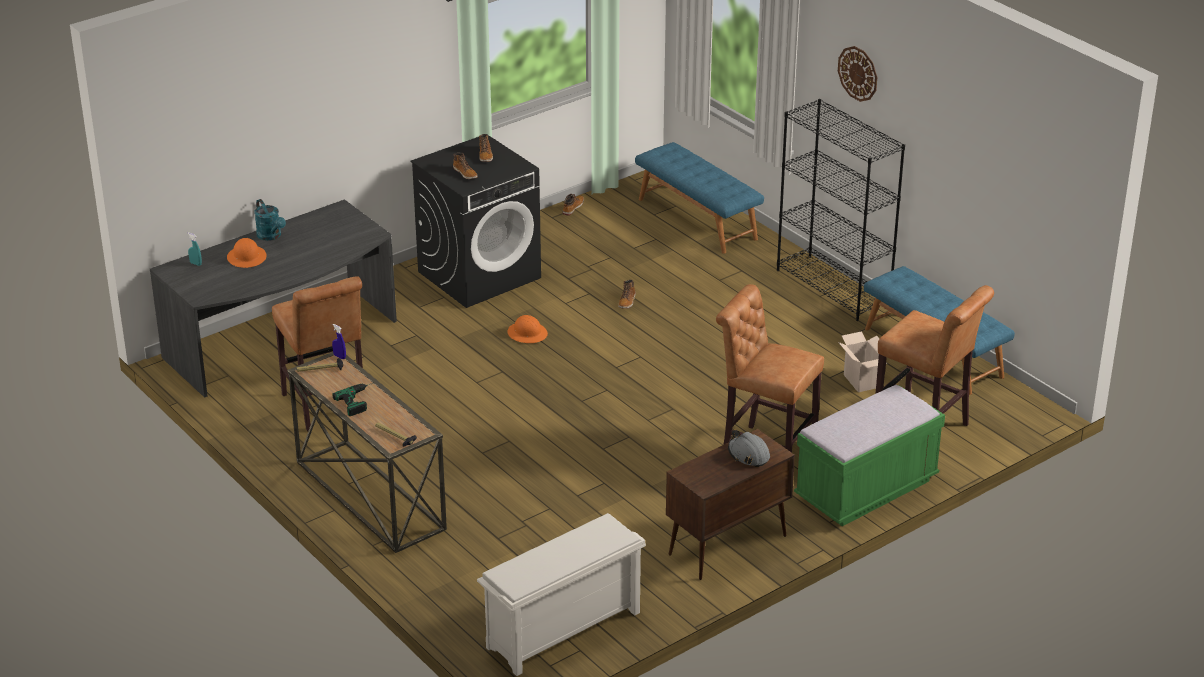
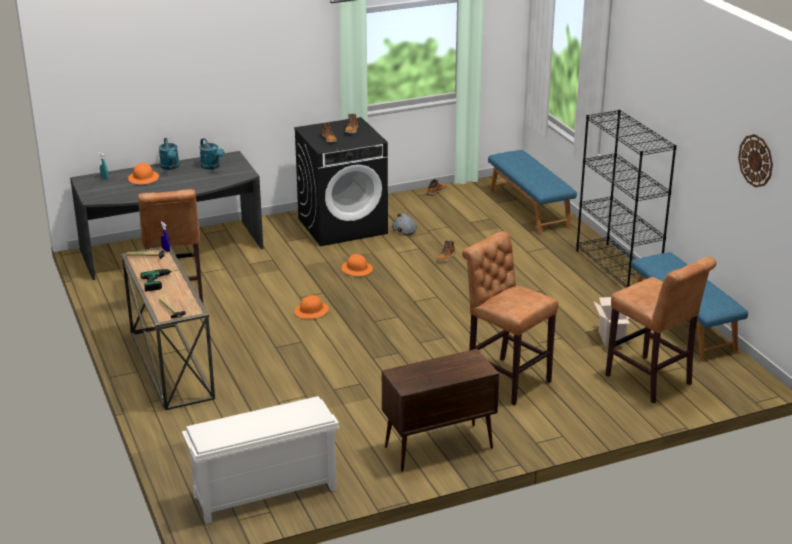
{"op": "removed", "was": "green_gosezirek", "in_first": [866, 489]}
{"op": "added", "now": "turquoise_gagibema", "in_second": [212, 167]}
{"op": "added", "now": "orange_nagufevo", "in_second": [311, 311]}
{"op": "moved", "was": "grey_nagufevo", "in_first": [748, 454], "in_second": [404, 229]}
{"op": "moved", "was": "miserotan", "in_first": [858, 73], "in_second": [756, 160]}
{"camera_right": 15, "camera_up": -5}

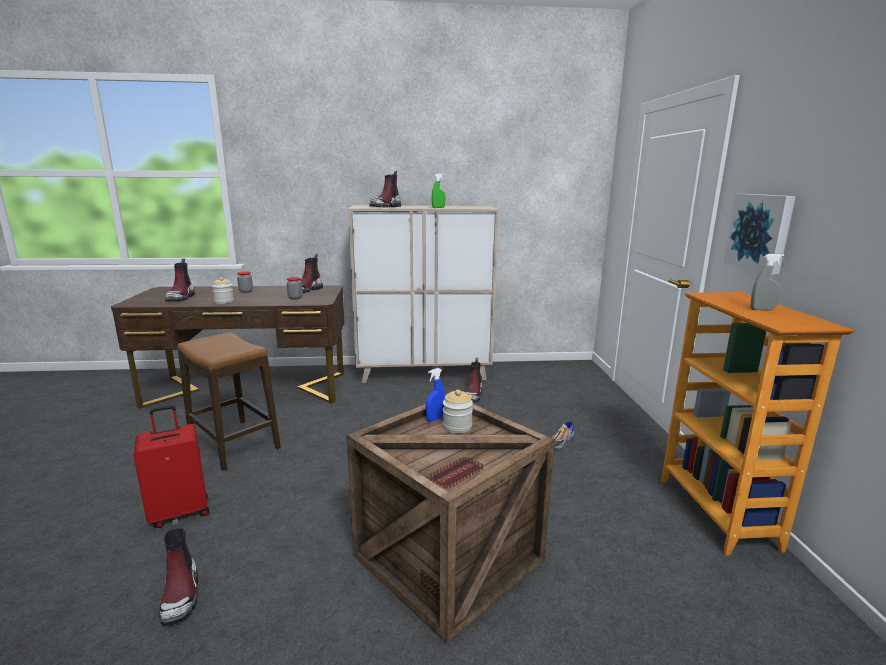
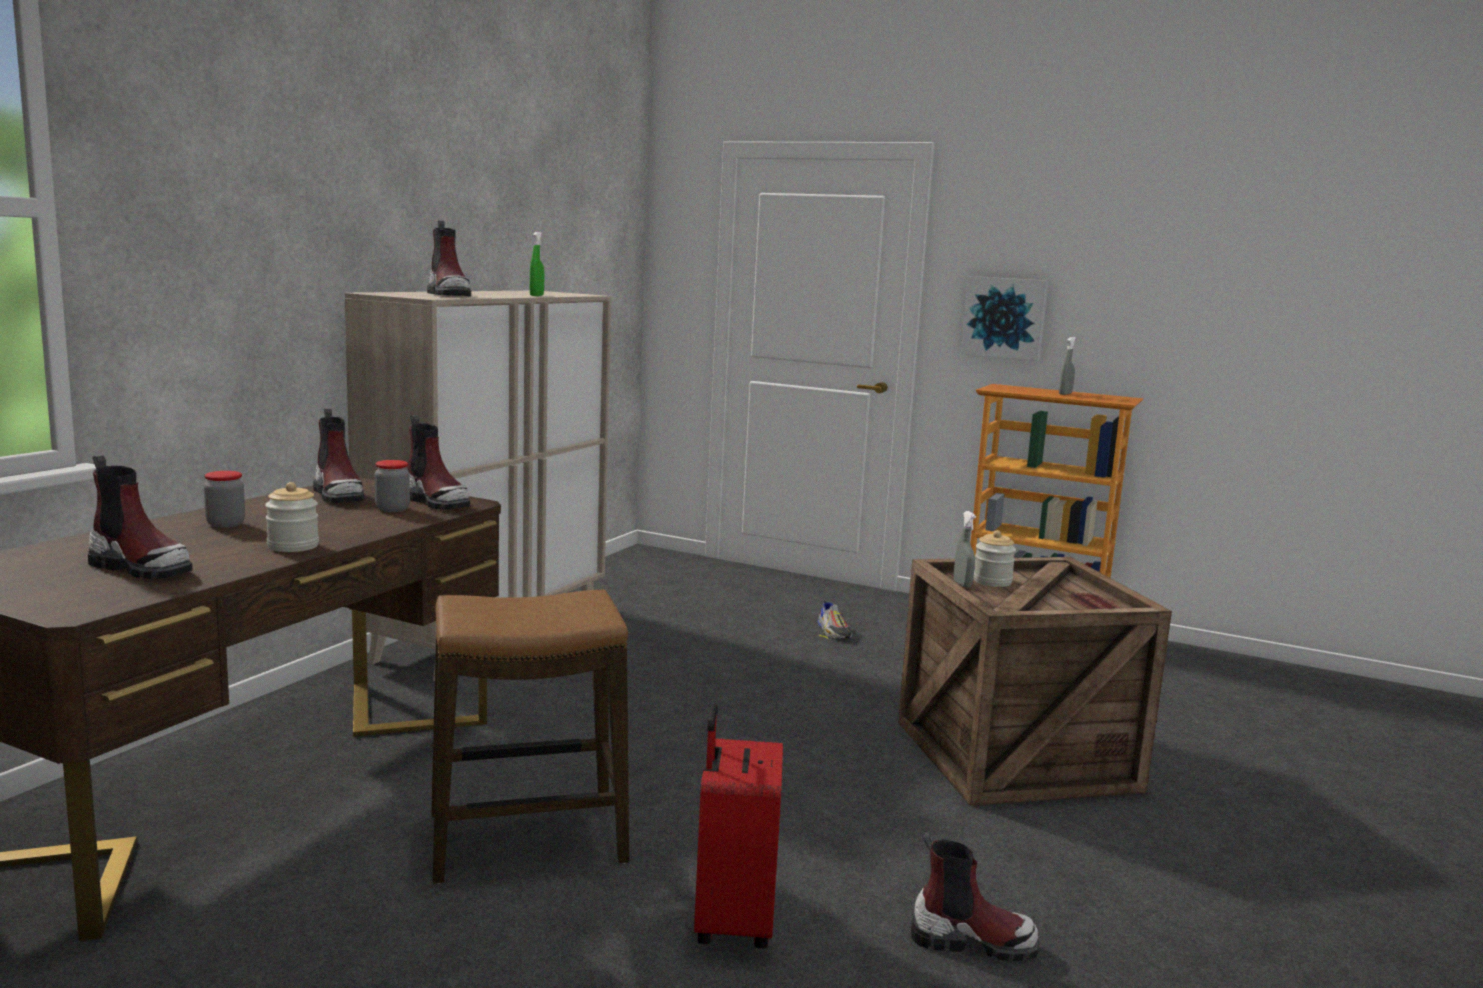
{"op": "moved", "was": "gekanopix", "in_first": [473, 395], "in_second": [437, 502]}
{"op": "recoloured", "was": "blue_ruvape", "now": "grey_ruvape", "in_first": [435, 419], "in_second": [962, 584]}
{"camera_right": -60, "camera_up": -5}

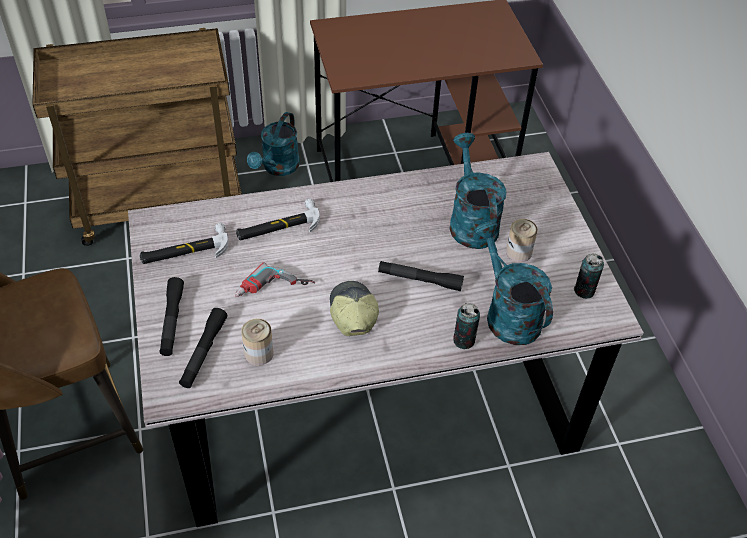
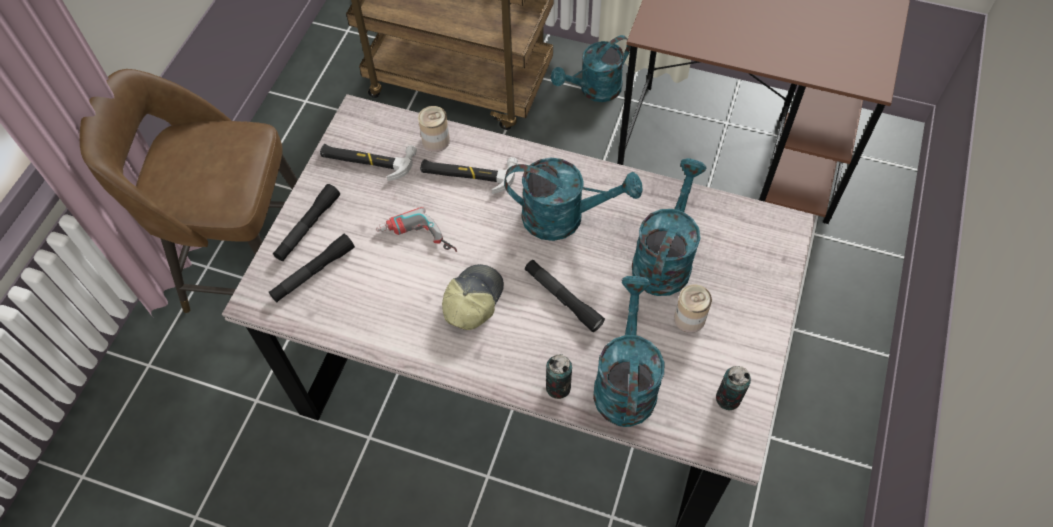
{"op": "added", "now": "turquoise_gagibema", "in_second": [564, 217]}
{"op": "moved", "was": "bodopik", "in_first": [259, 353], "in_second": [436, 140]}
{"camera_right": 35, "camera_up": 10}

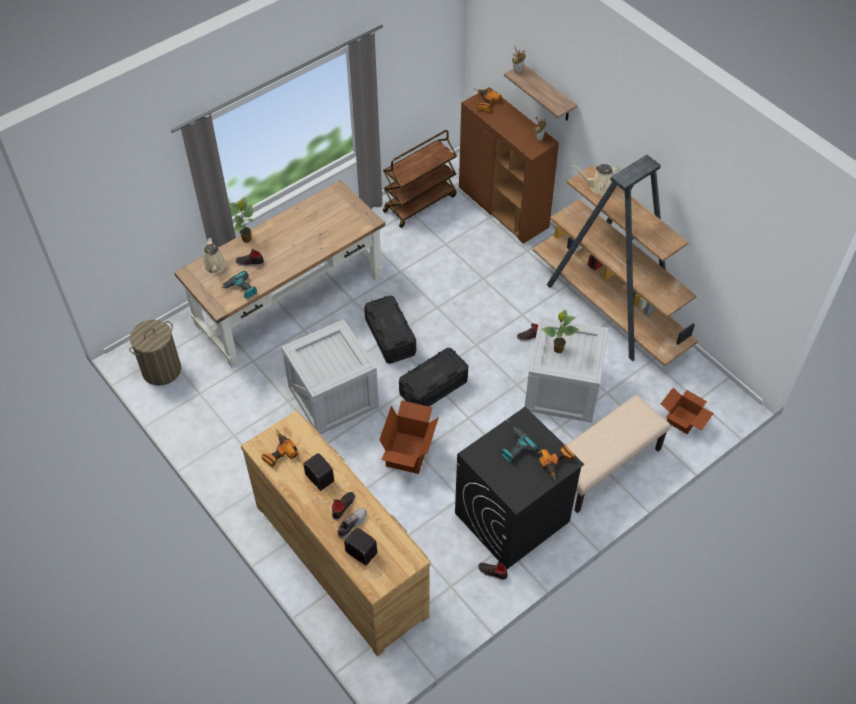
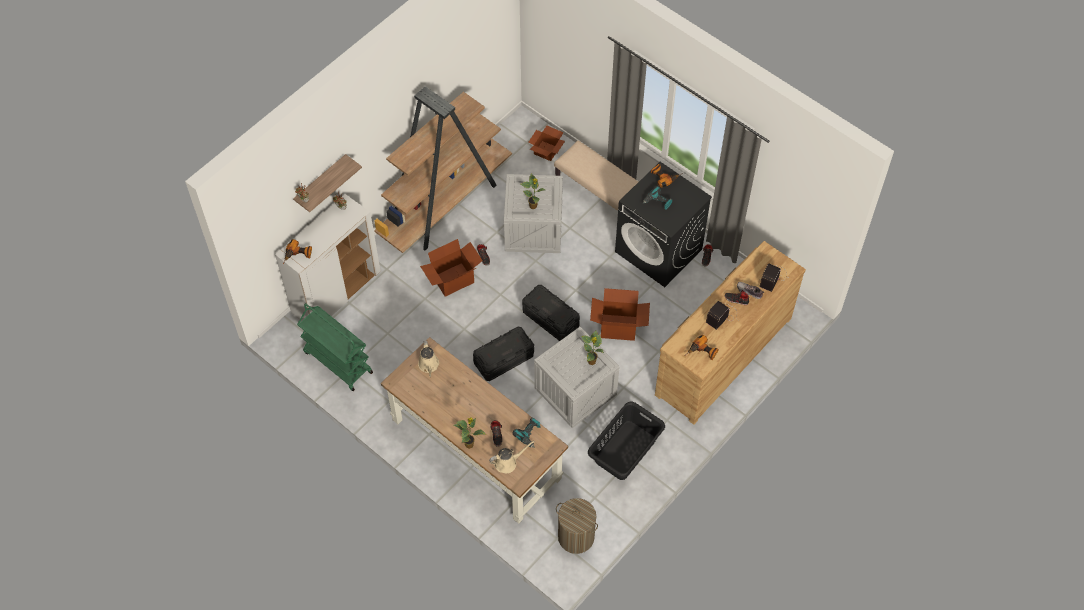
{"op": "added", "now": "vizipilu", "in_second": [453, 280]}
{"op": "added", "now": "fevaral", "in_second": [592, 362]}
{"op": "added", "now": "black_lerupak", "in_second": [624, 450]}
{"op": "moved", "was": "beige_gagibema", "in_first": [599, 187], "in_second": [429, 365]}
{"op": "recoloured", "was": "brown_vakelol", "now": "green_vakelol", "in_first": [420, 203], "in_second": [337, 362]}
{"op": "recoloured", "was": "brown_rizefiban", "now": "white_rizefiban", "in_first": [504, 208], "in_second": [336, 292]}
{"camera_right": -100, "camera_up": 5}

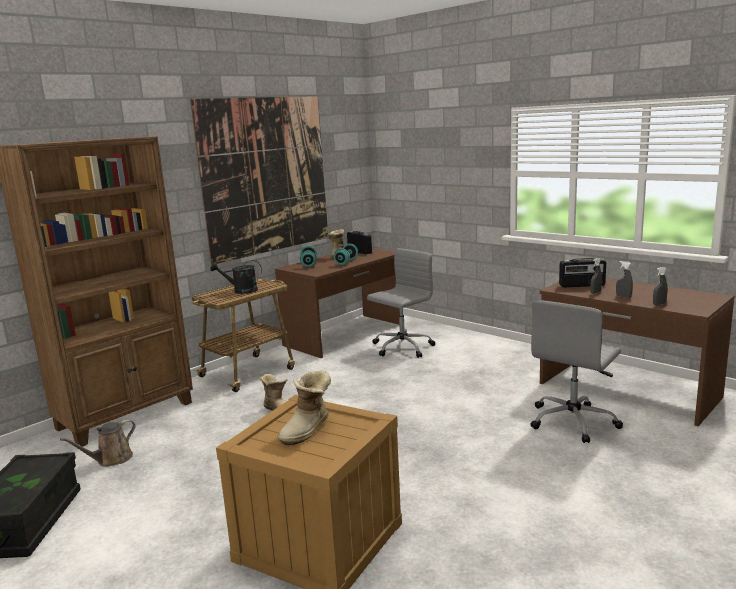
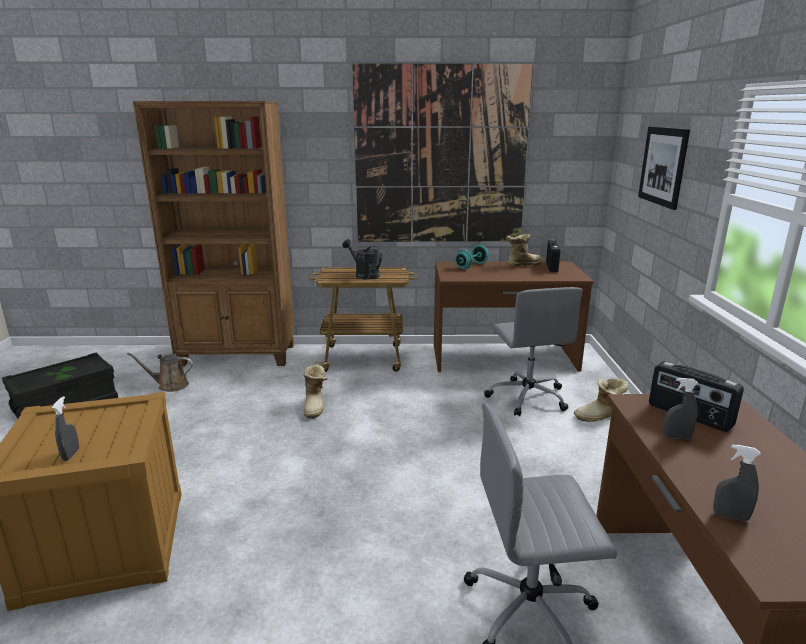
{"op": "removed", "was": "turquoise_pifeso", "in_first": [346, 262]}
{"op": "added", "now": "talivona", "in_second": [663, 166]}
{"op": "moved", "was": "gekanopix", "in_first": [308, 430], "in_second": [600, 416]}
{"op": "moved", "was": "grey_ruvape", "in_first": [623, 297], "in_second": [70, 455]}
{"op": "turned", "was": "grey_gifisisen", "in_first": [401, 348], "in_second": [527, 397], "clockwise": 75}
{"camera_right": 45, "camera_up": 5}

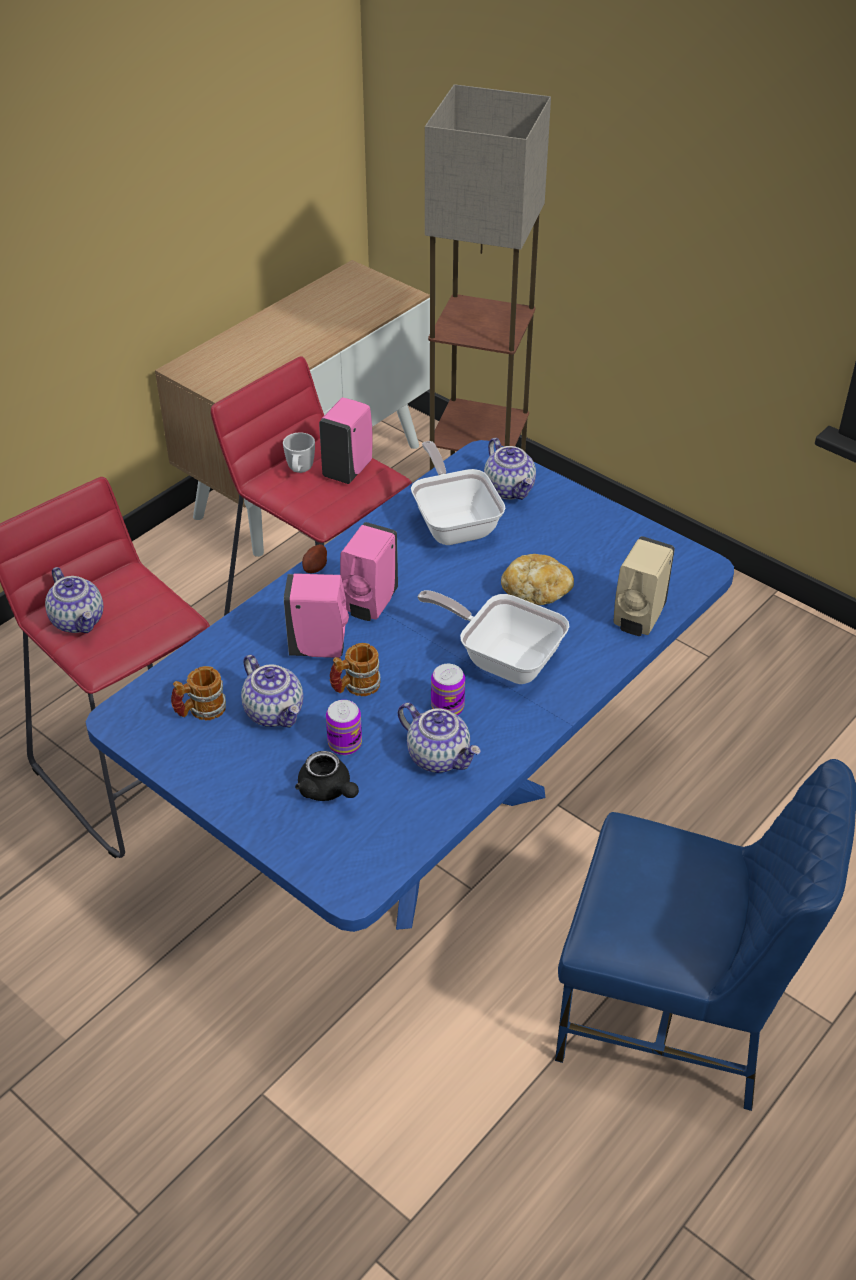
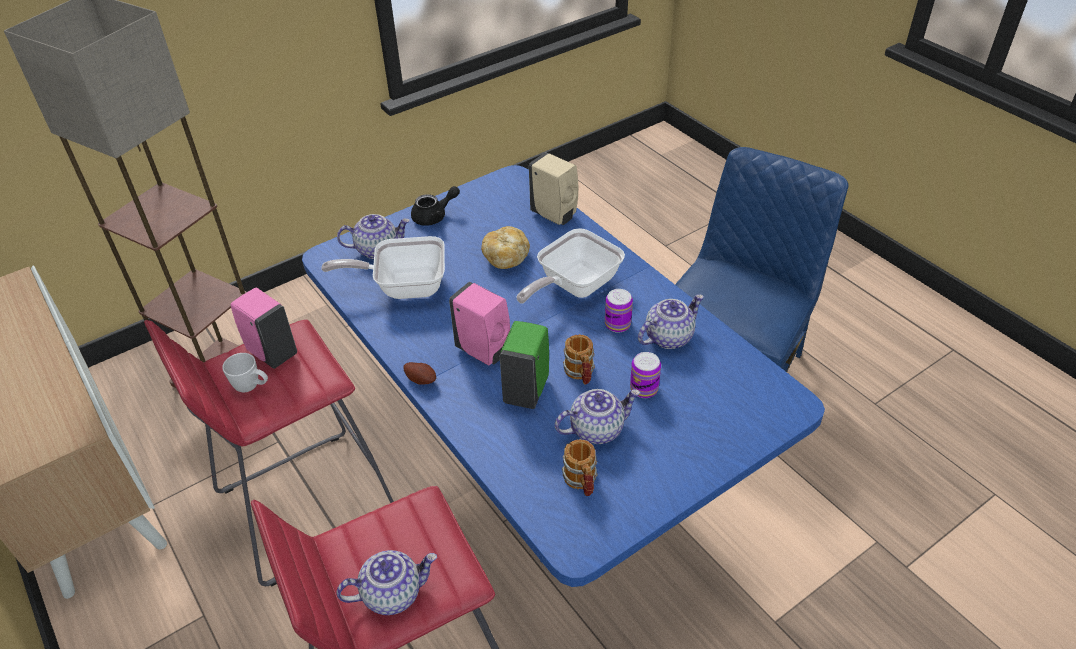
{"op": "moved", "was": "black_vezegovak", "in_first": [328, 790], "in_second": [434, 216]}
{"op": "recoloured", "was": "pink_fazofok", "now": "green_fazofok", "in_first": [321, 648], "in_second": [527, 389]}
{"camera_right": -75, "camera_up": 0}

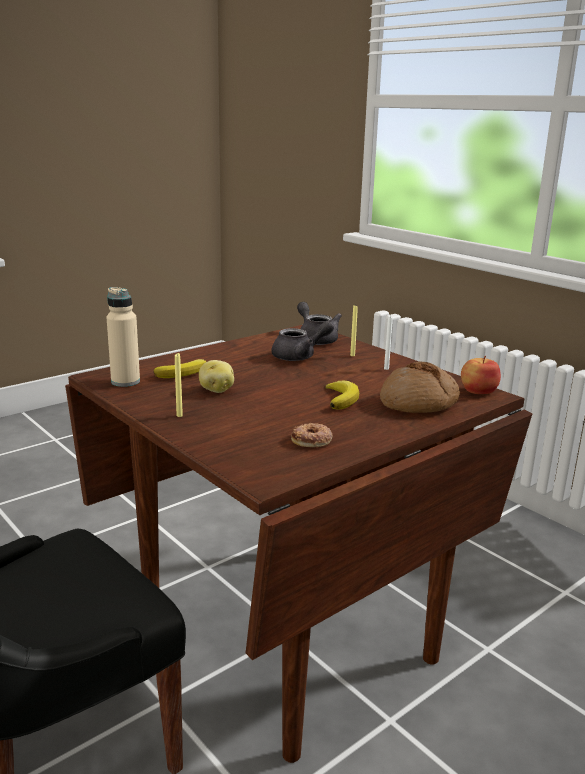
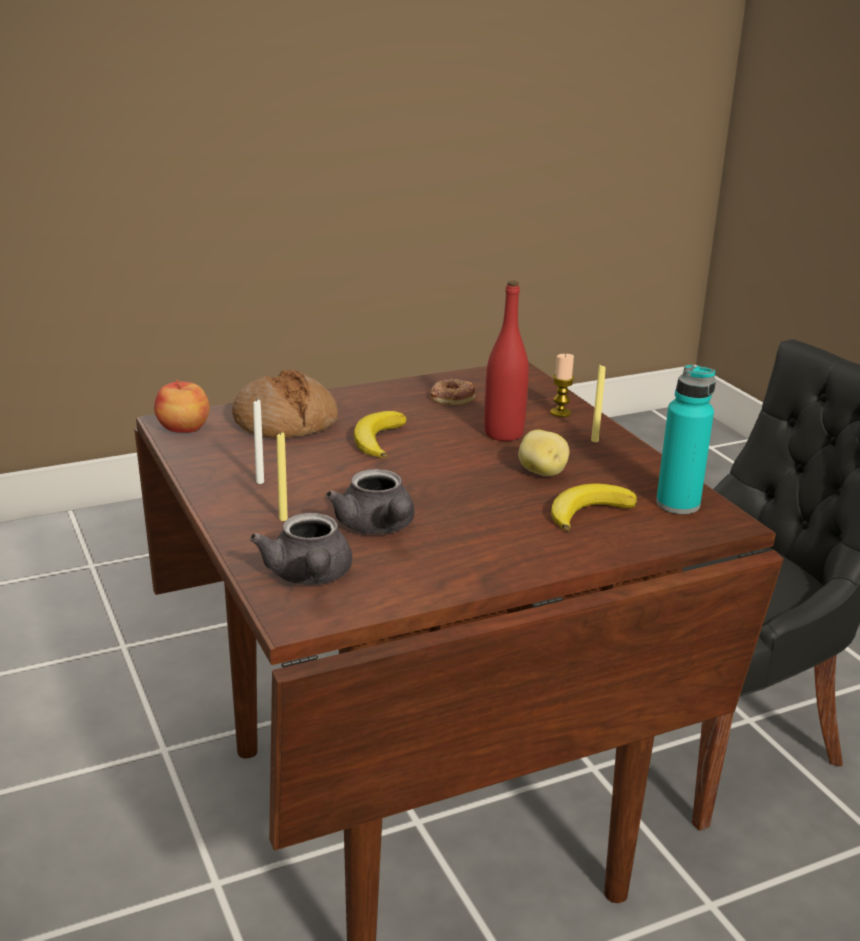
{"op": "added", "now": "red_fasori", "in_second": [503, 434]}
{"op": "added", "now": "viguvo", "in_second": [560, 413]}
{"op": "recoloured", "was": "beige_fasori", "now": "turquoise_fasori", "in_first": [125, 381], "in_second": [678, 504]}
{"op": "turned", "was": "grey_vezegovak", "in_first": [300, 356], "in_second": [378, 528], "clockwise": -105}
{"camera_right": -165, "camera_up": 5}

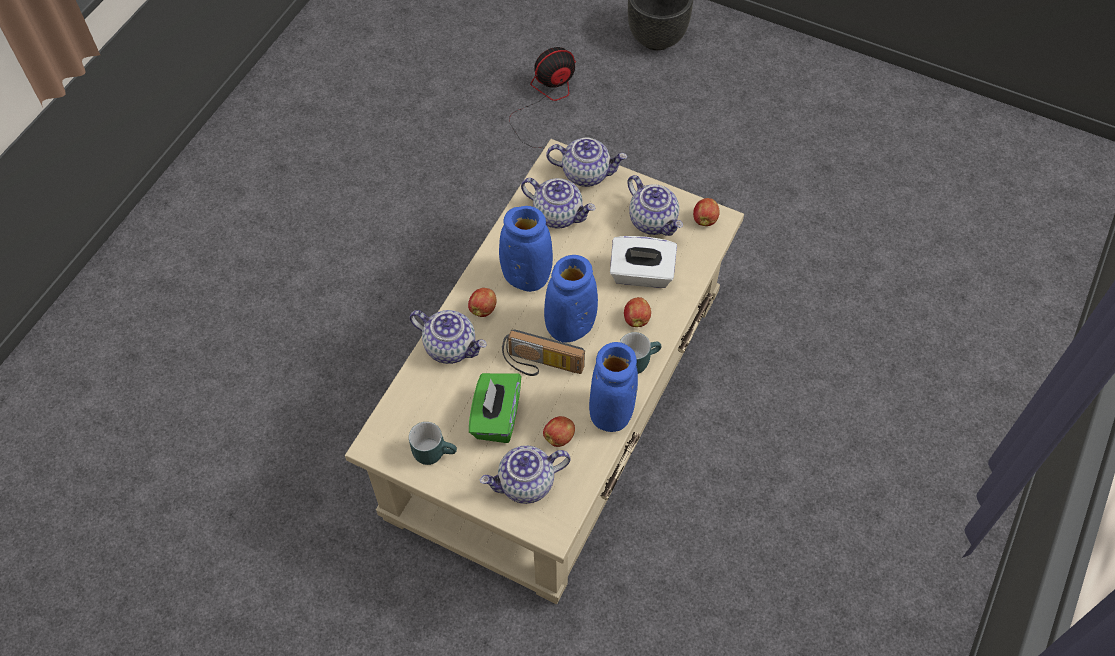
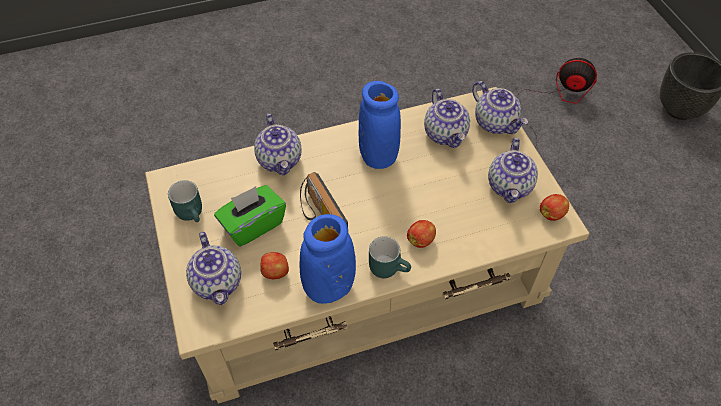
{"op": "removed", "was": "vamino", "in_first": [483, 309]}
{"op": "removed", "was": "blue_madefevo", "in_first": [570, 326]}
{"op": "removed", "was": "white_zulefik", "in_first": [641, 274]}
{"op": "turned", "was": "vezegovak", "in_first": [526, 484], "in_second": [218, 283], "clockwise": -135}
{"camera_right": 45, "camera_up": -5}

